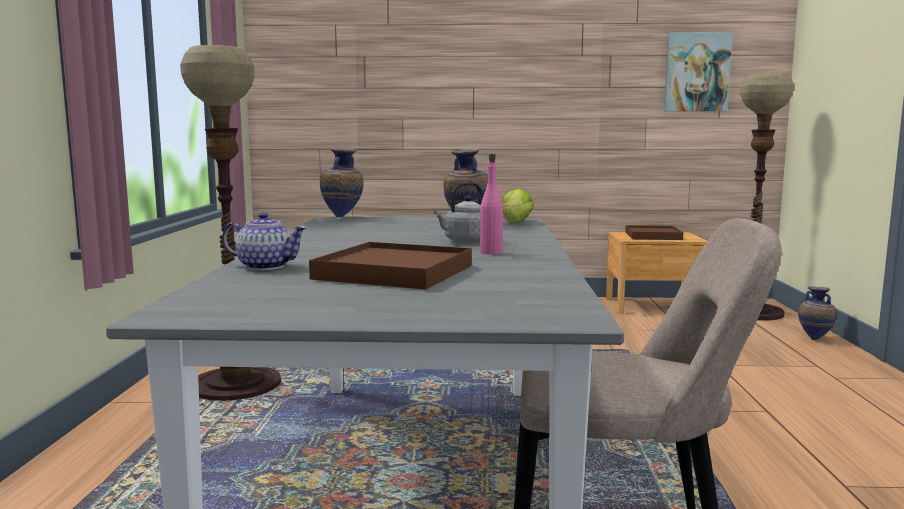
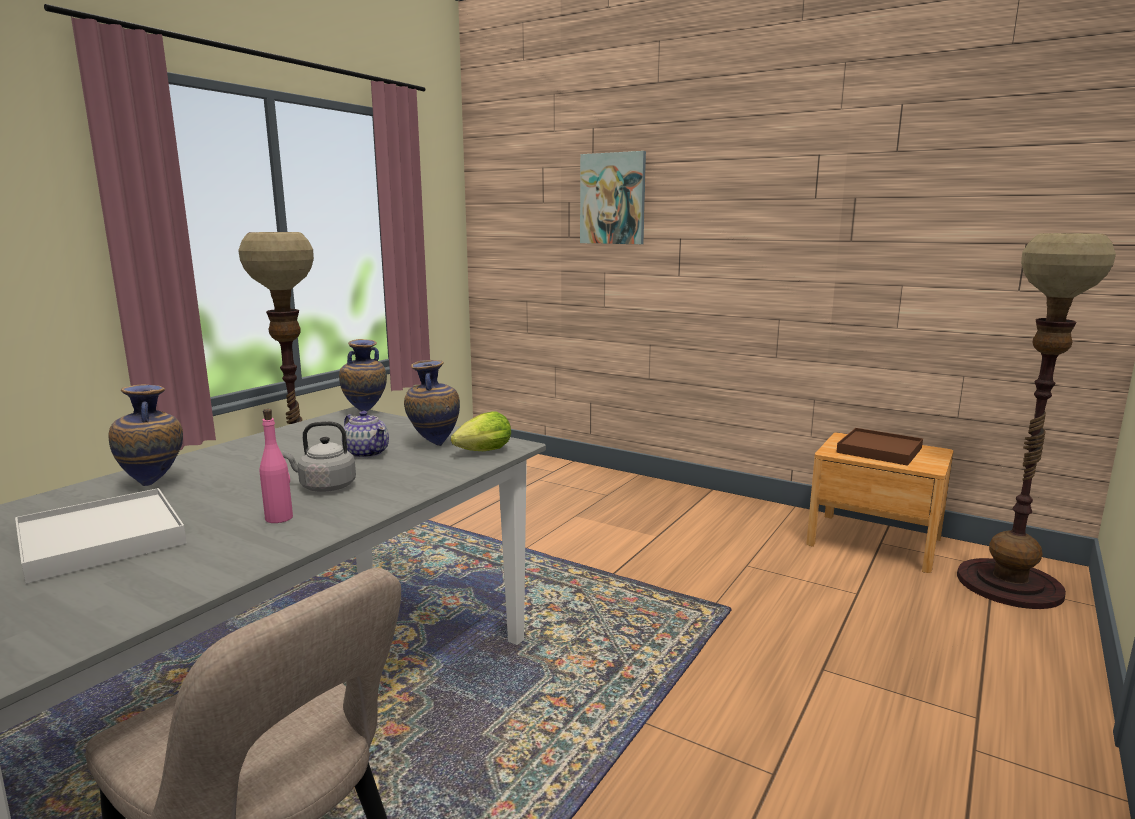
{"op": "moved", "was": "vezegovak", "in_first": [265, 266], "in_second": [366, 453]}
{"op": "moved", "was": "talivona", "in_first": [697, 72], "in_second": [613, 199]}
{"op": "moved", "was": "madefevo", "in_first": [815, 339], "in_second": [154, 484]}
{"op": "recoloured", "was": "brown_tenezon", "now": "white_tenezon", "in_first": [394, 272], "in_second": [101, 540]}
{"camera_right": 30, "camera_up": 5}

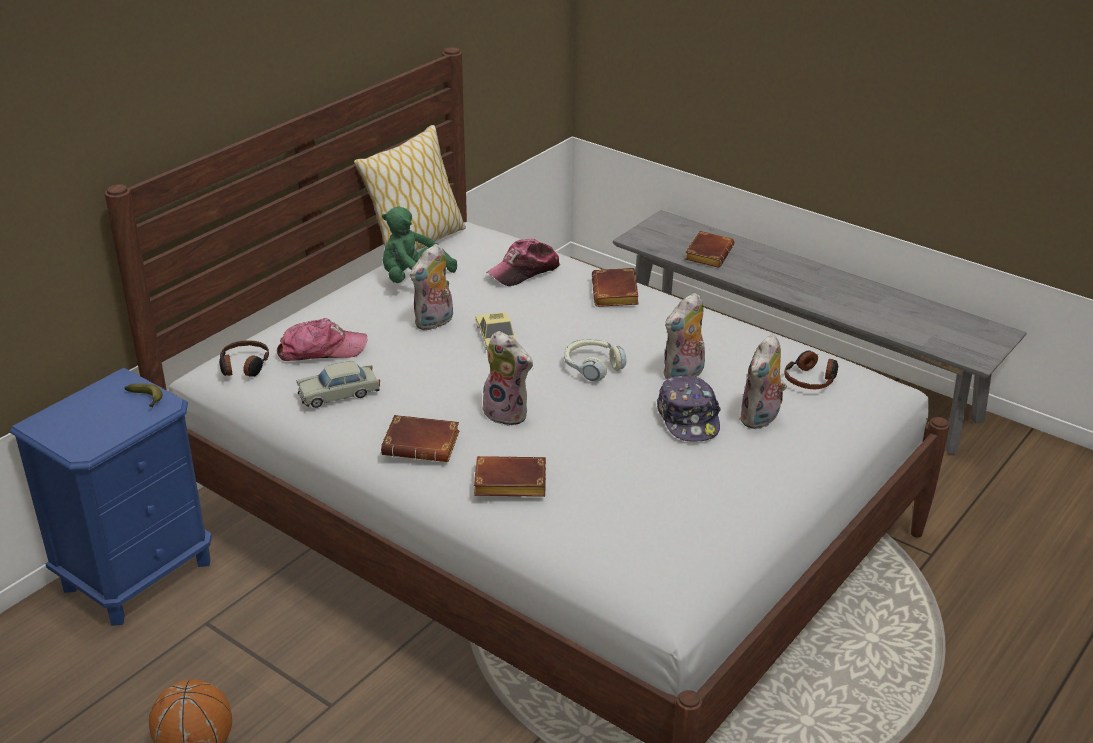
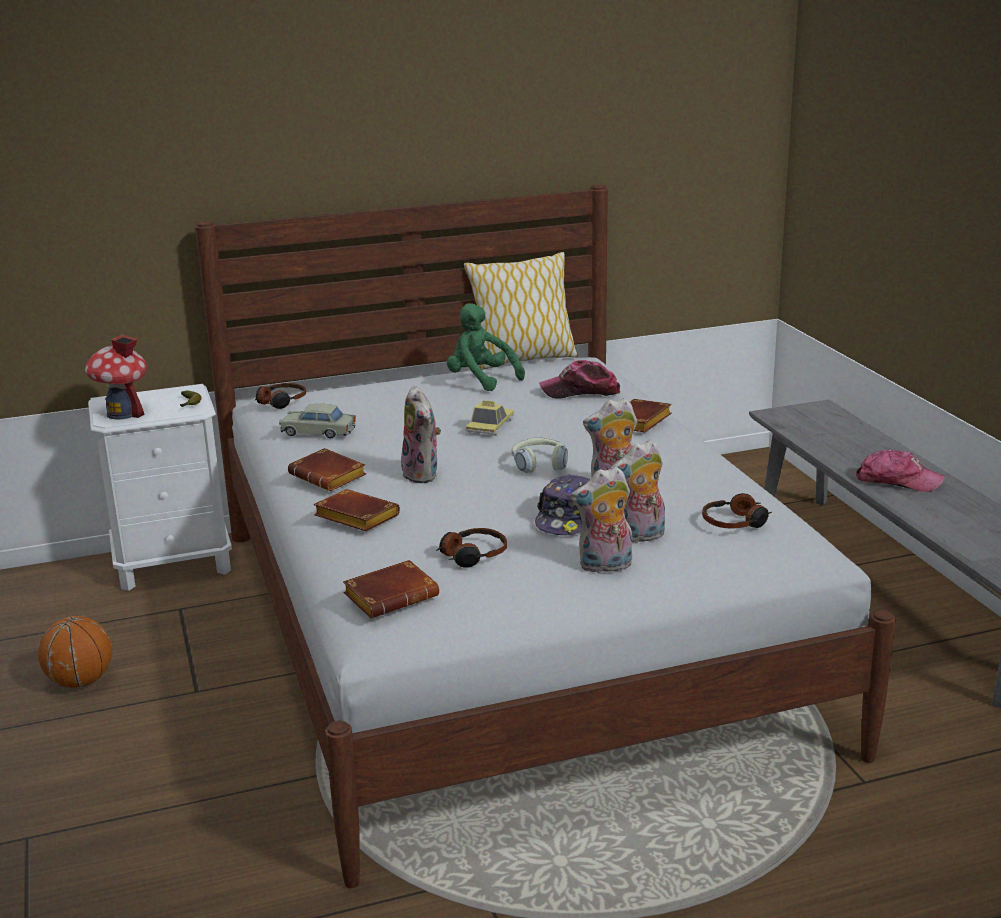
{"op": "added", "now": "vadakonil", "in_second": [123, 413]}
{"op": "added", "now": "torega", "in_second": [472, 555]}
{"op": "moved", "was": "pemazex", "in_first": [321, 350], "in_second": [898, 481]}
{"op": "moved", "was": "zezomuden", "in_first": [434, 323], "in_second": [605, 566]}
{"op": "moved", "was": "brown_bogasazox", "in_first": [707, 253], "in_second": [392, 595]}
{"op": "recoloured", "was": "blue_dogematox", "now": "white_dogematox", "in_first": [138, 574], "in_second": [174, 564]}
{"camera_right": 35, "camera_up": -10}

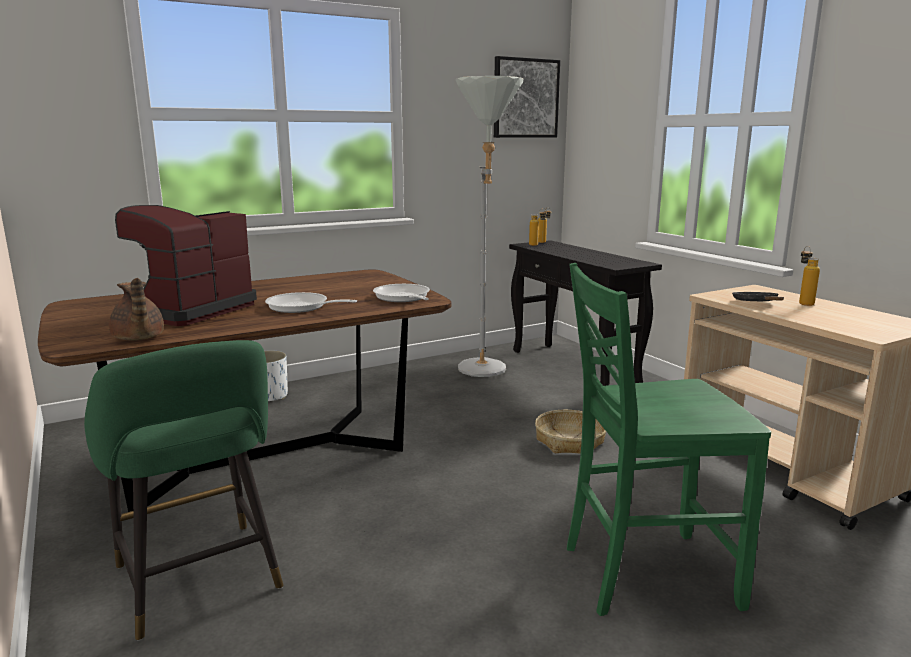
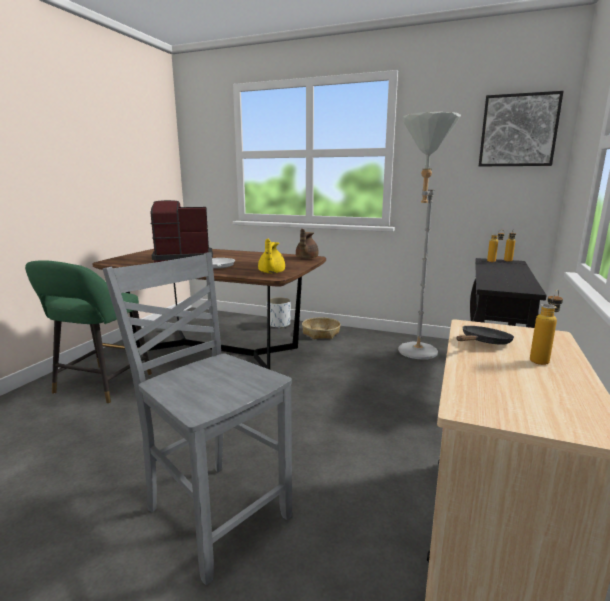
{"op": "moved", "was": "brown_vezegovak", "in_first": [138, 338], "in_second": [306, 258]}
{"op": "moved", "was": "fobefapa", "in_first": [570, 441], "in_second": [321, 333]}
{"op": "replaced", "was": "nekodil", "now": "yellow_vezegovak", "in_first": [403, 298], "in_second": [271, 272]}
{"op": "recoloured", "was": "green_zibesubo", "now": "grey_zibesubo", "in_first": [644, 573], "in_second": [215, 512]}
{"camera_right": 50, "camera_up": 0}

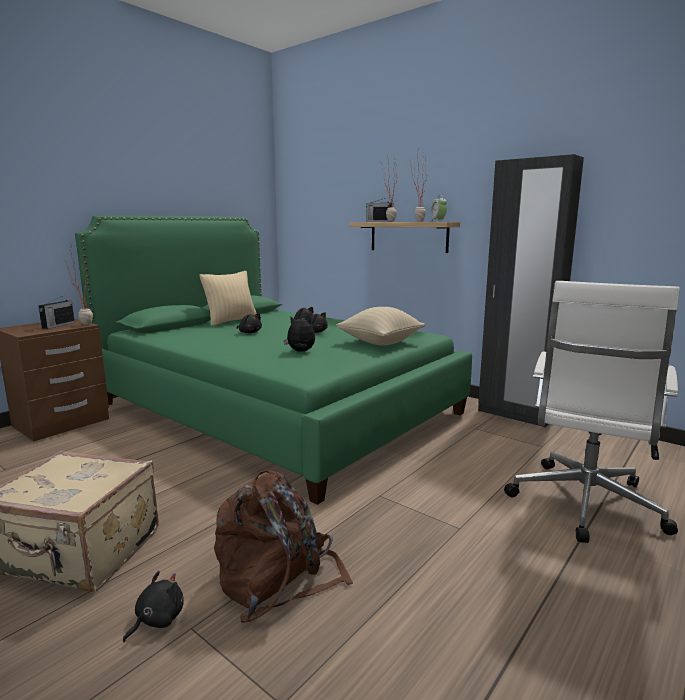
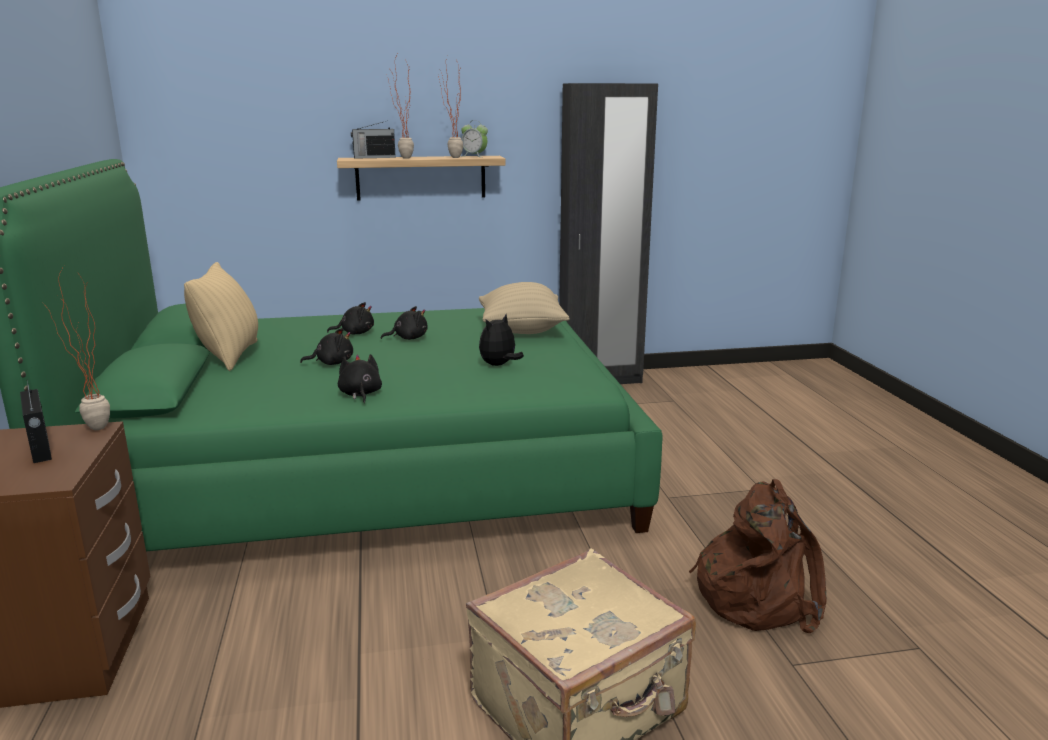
{"op": "removed", "was": "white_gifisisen", "in_first": [584, 505]}
{"op": "moved", "was": "black_zezomuden", "in_first": [157, 620], "in_second": [360, 394]}
{"camera_right": -50, "camera_up": 5}

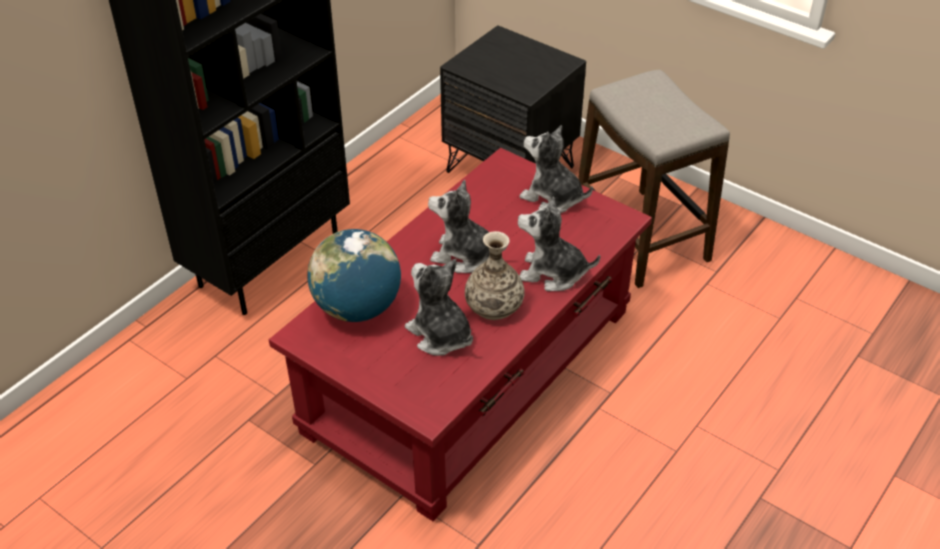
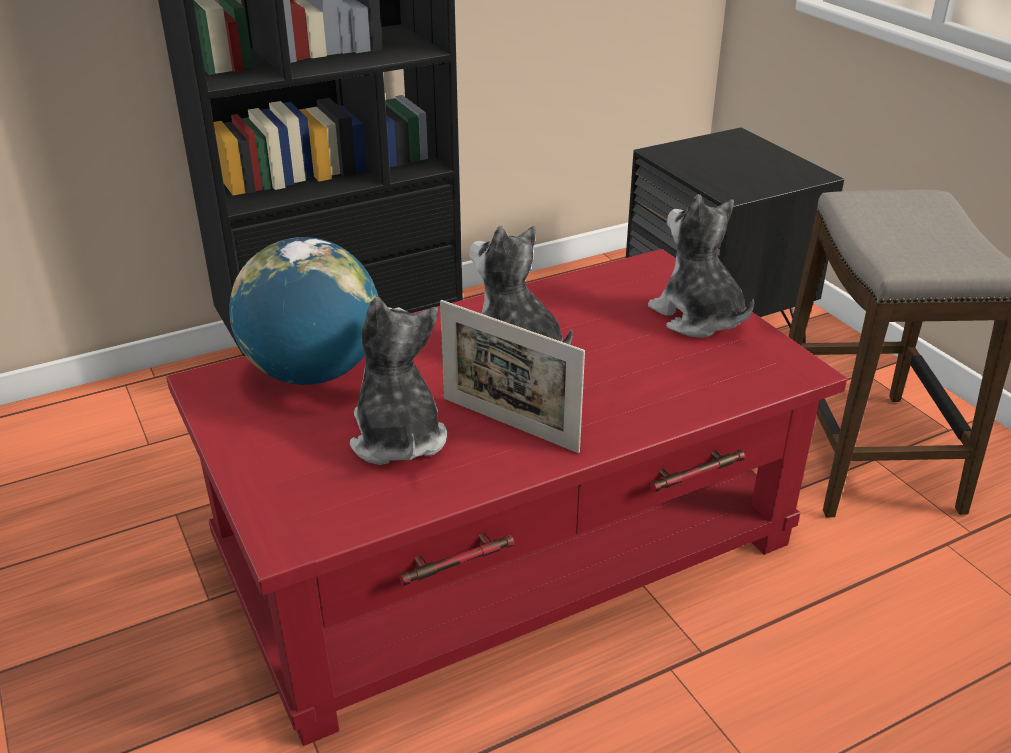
{"op": "removed", "was": "zezomuden", "in_first": [552, 273]}
{"op": "replaced", "was": "madefevo", "now": "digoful", "in_first": [494, 306], "in_second": [509, 424]}
{"camera_right": 25, "camera_up": -10}

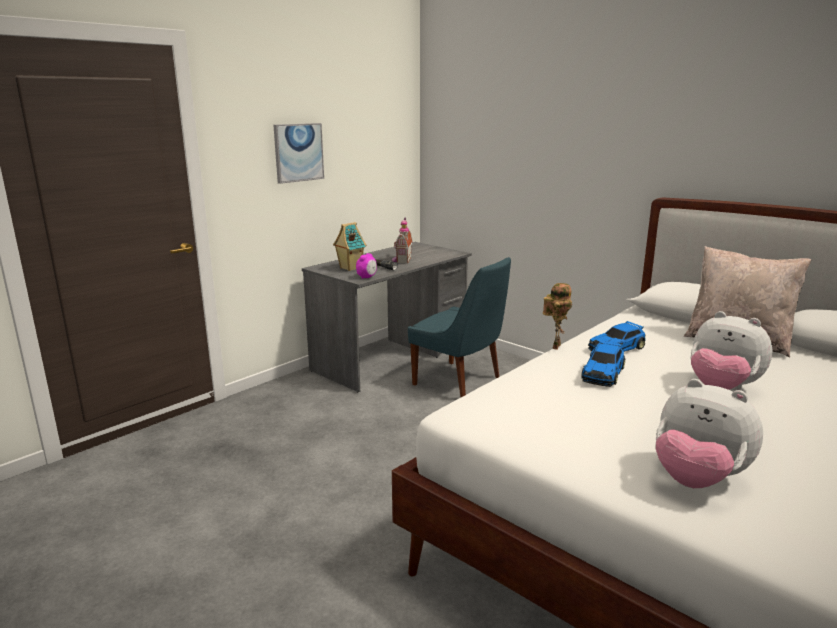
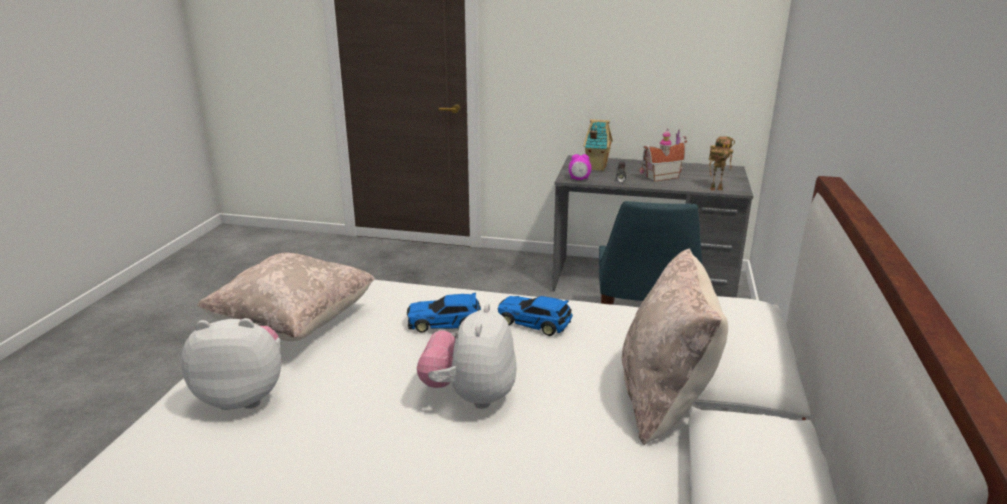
{"op": "removed", "was": "talivona", "in_first": [298, 152]}
{"op": "added", "now": "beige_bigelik", "in_second": [294, 324]}
{"op": "moved", "was": "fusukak", "in_first": [555, 346], "in_second": [716, 189]}
{"op": "turned", "was": "zezomuden", "in_first": [697, 479], "in_second": [243, 396], "clockwise": 75}
{"camera_right": 60, "camera_up": 5}

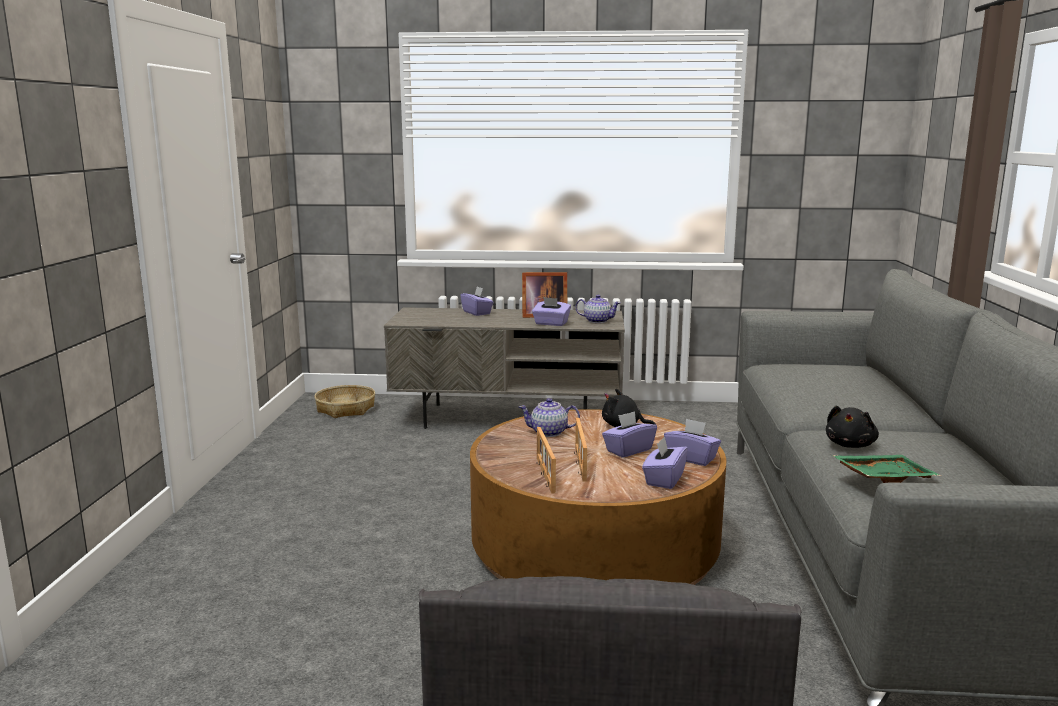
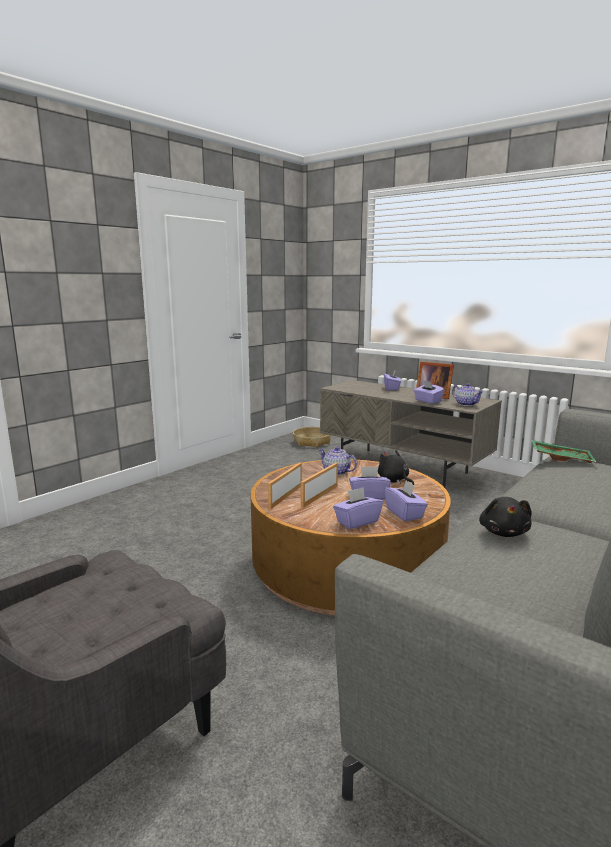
{"op": "moved", "was": "green_tenezon", "in_first": [882, 477], "in_second": [561, 458]}
{"op": "turned", "was": "black_zezomuden", "in_first": [850, 445], "in_second": [503, 532], "clockwise": -60}
{"camera_right": 35, "camera_up": 0}

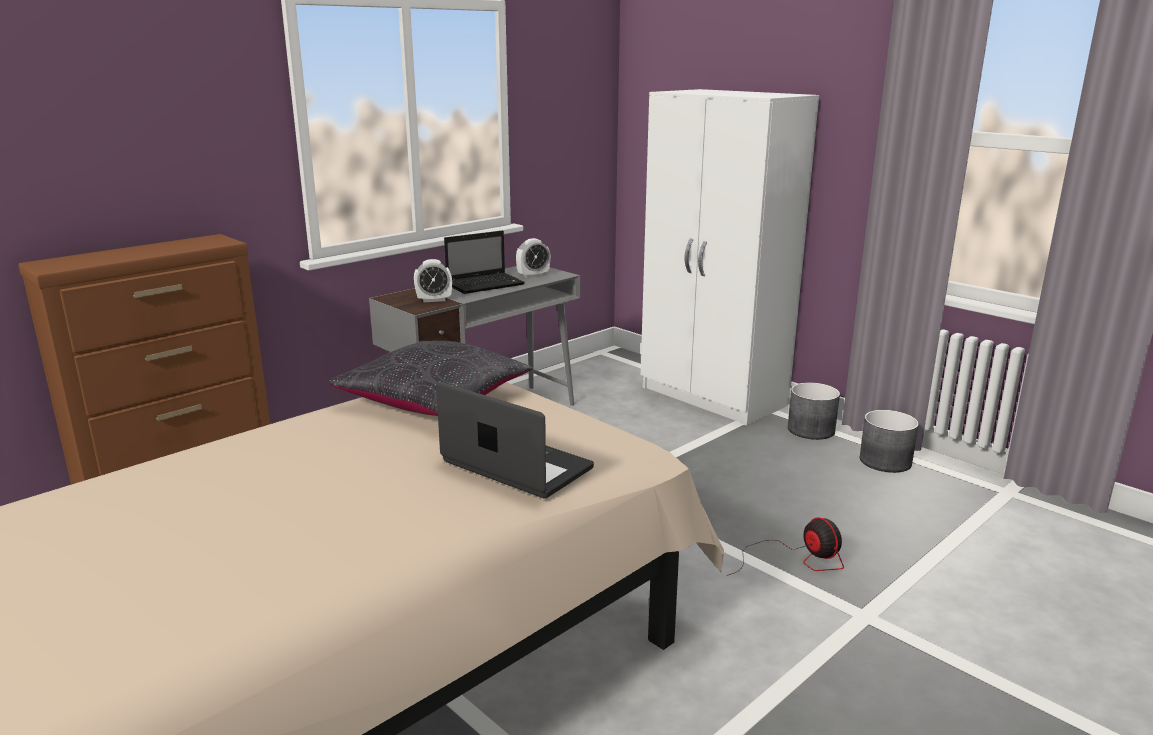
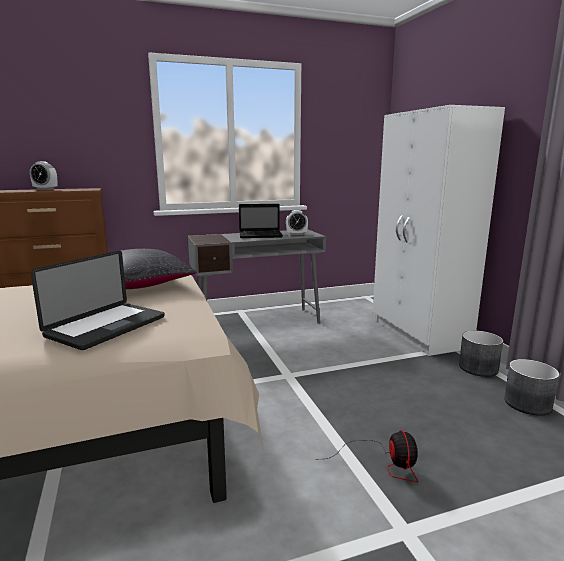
{"op": "moved", "was": "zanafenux", "in_first": [434, 300], "in_second": [45, 189]}
{"op": "turned", "was": "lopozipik", "in_first": [516, 466], "in_second": [106, 327], "clockwise": 60}
{"camera_right": 25, "camera_up": -5}

